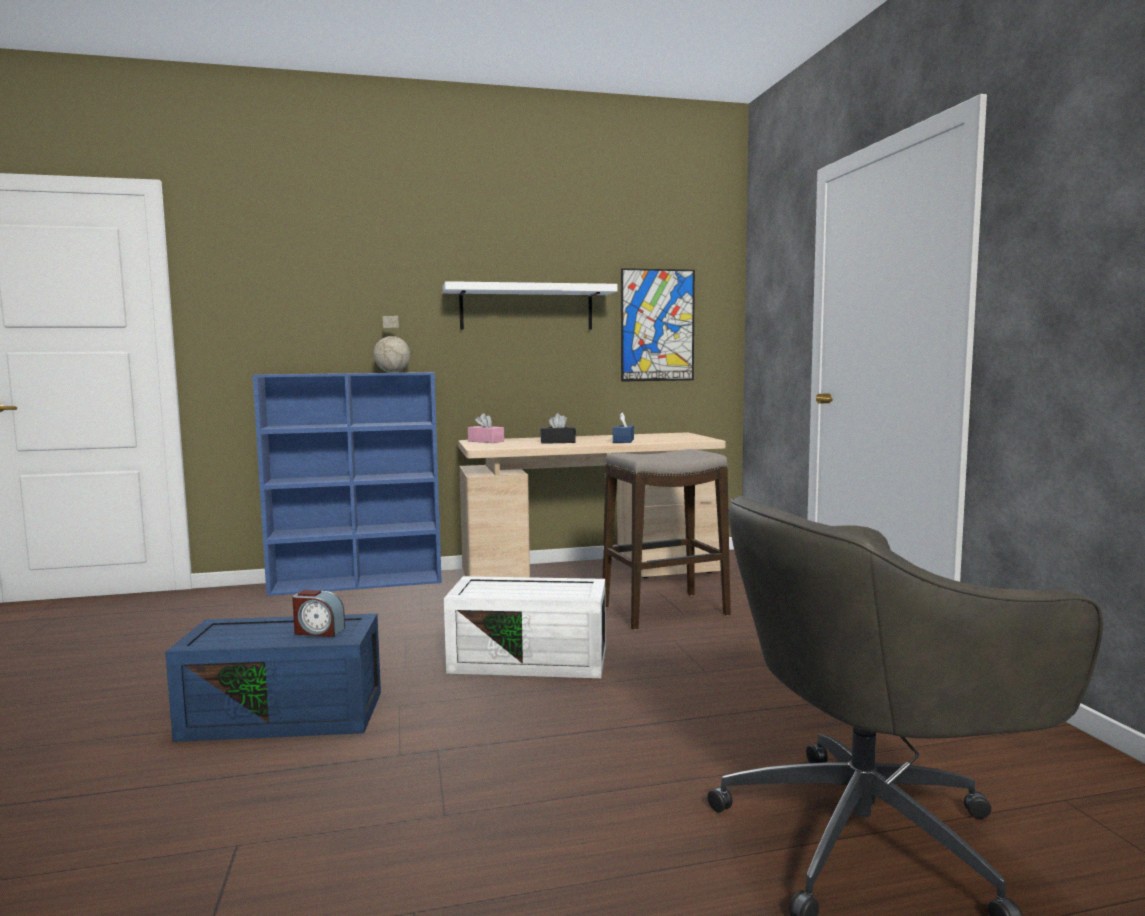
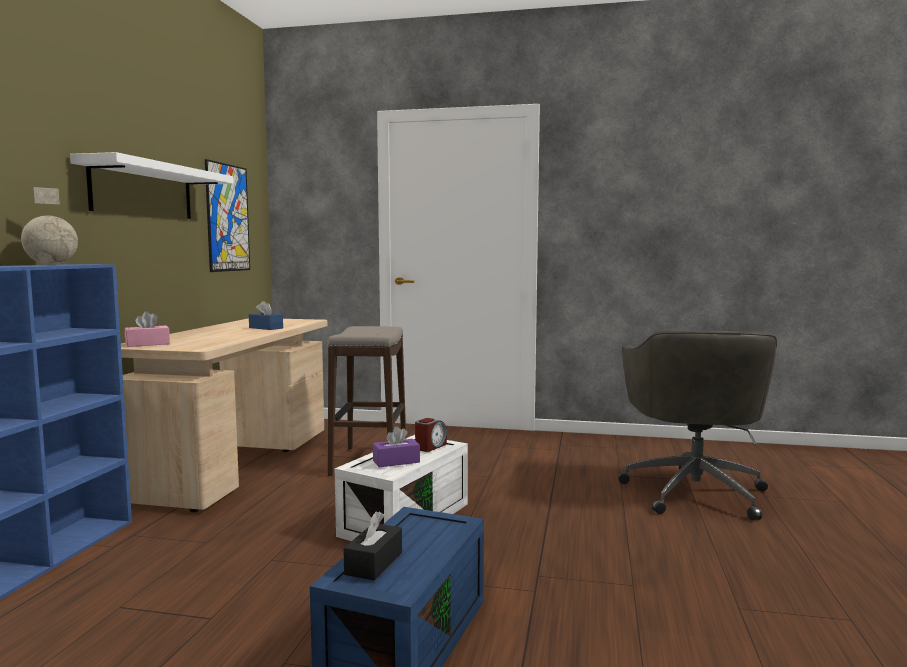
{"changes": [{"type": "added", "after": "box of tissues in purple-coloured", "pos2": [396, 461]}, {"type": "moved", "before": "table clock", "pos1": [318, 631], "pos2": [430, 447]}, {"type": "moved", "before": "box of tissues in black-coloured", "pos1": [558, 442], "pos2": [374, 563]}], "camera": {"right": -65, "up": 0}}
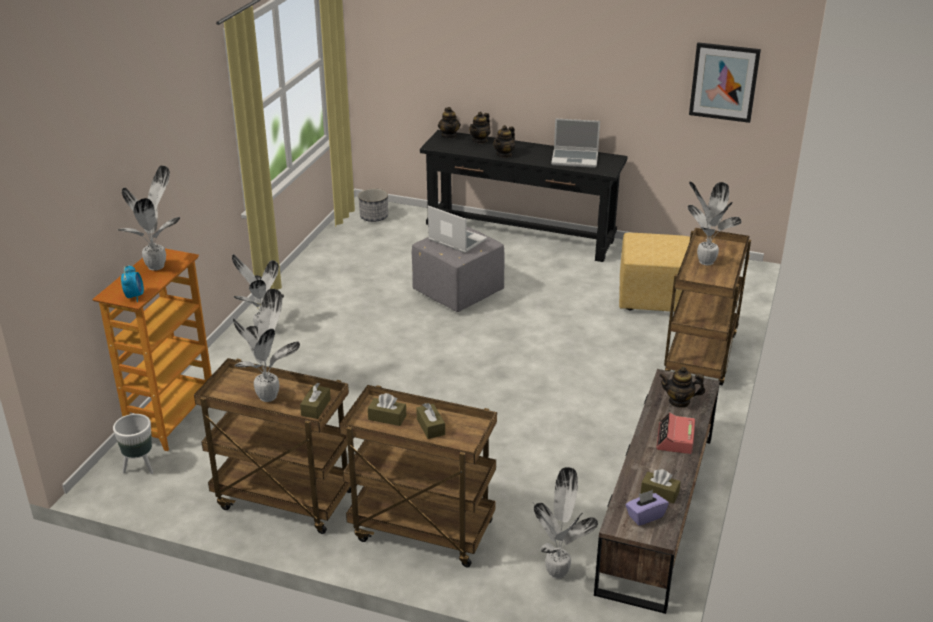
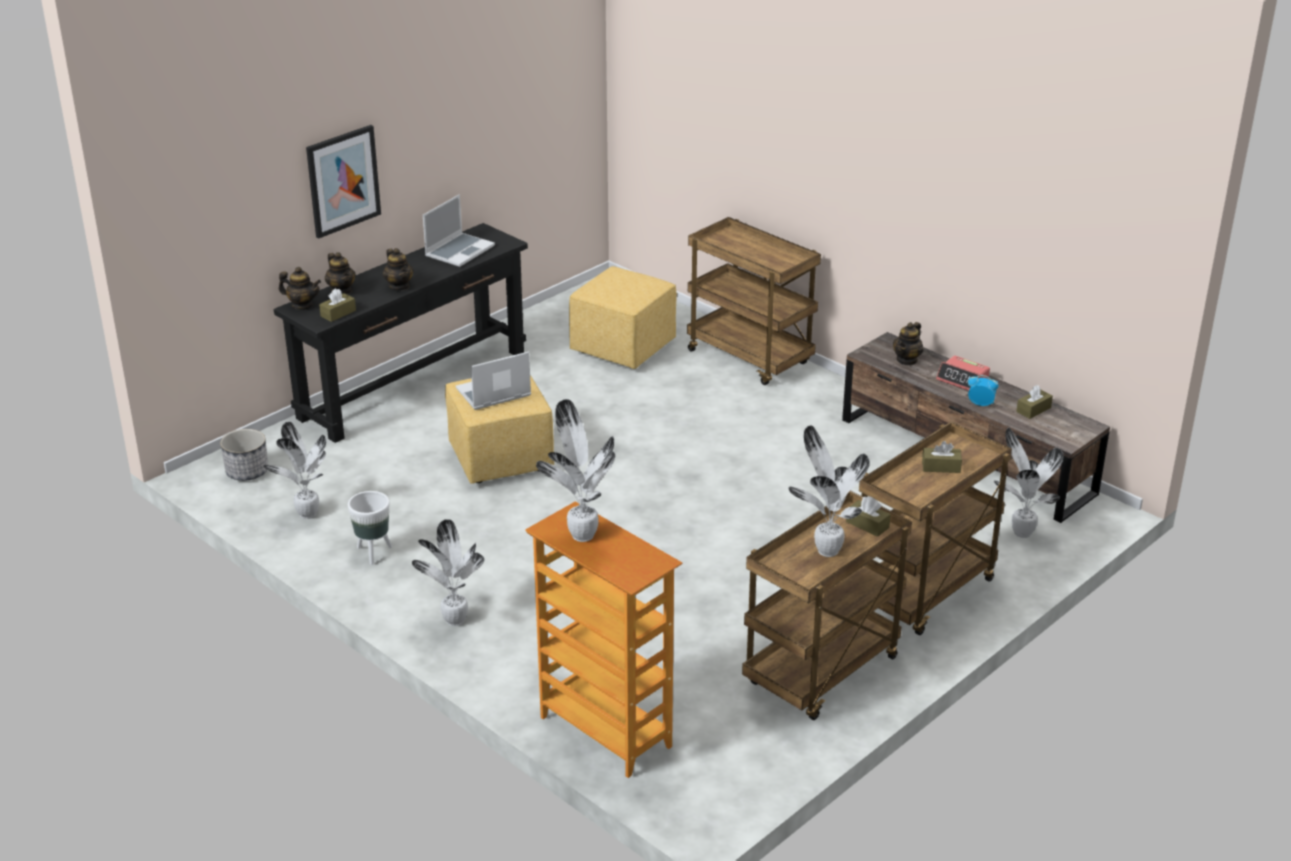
{"changes": [{"type": "removed", "before": "box of tissues in purple-coloured", "pos1": [645, 516]}, {"type": "moved", "before": "plant pot in white", "pos1": [140, 468], "pos2": [374, 553]}, {"type": "moved", "before": "table clock", "pos1": [134, 296], "pos2": [981, 404]}, {"type": "moved", "before": "box of tissues in brownish", "pos1": [387, 417], "pos2": [338, 313]}, {"type": "moved", "before": "houseplant", "pos1": [704, 262], "pos2": [306, 515]}, {"type": "moved", "before": "picture", "pos1": [724, 82], "pos2": [343, 180]}, {"type": "recoloured", "before": "footrest in grey", "after": "footrest in yellow-coloured", "pos1": [457, 292], "pos2": [499, 459]}], "camera": {"right": -65, "up": 0}}
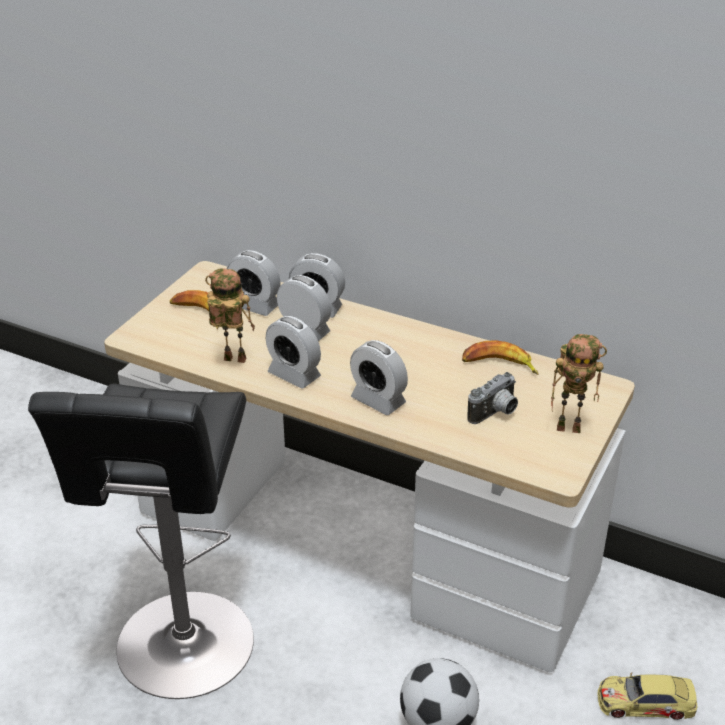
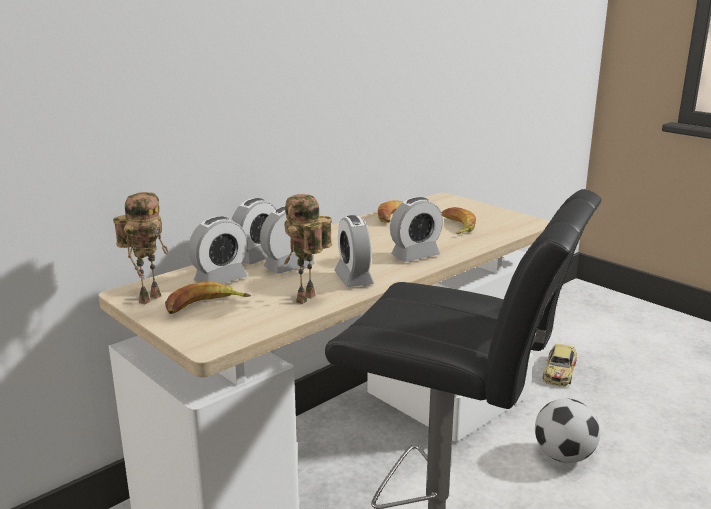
{"changes": [{"type": "moved", "before": "toy robot", "pos1": [570, 427], "pos2": [149, 298]}, {"type": "replaced", "before": "still camera", "after": "banana fruit", "pos1": [496, 414], "pos2": [456, 226]}, {"type": "turned", "before": "table clock", "pos1": [294, 375], "pos2": [354, 278], "turn": 105}], "camera": {"right": -70, "up": -15}}
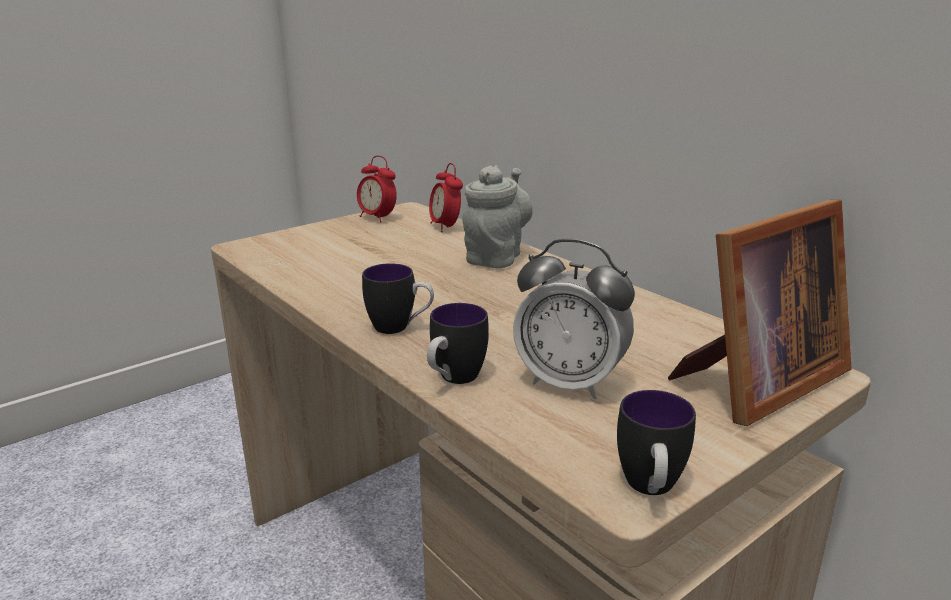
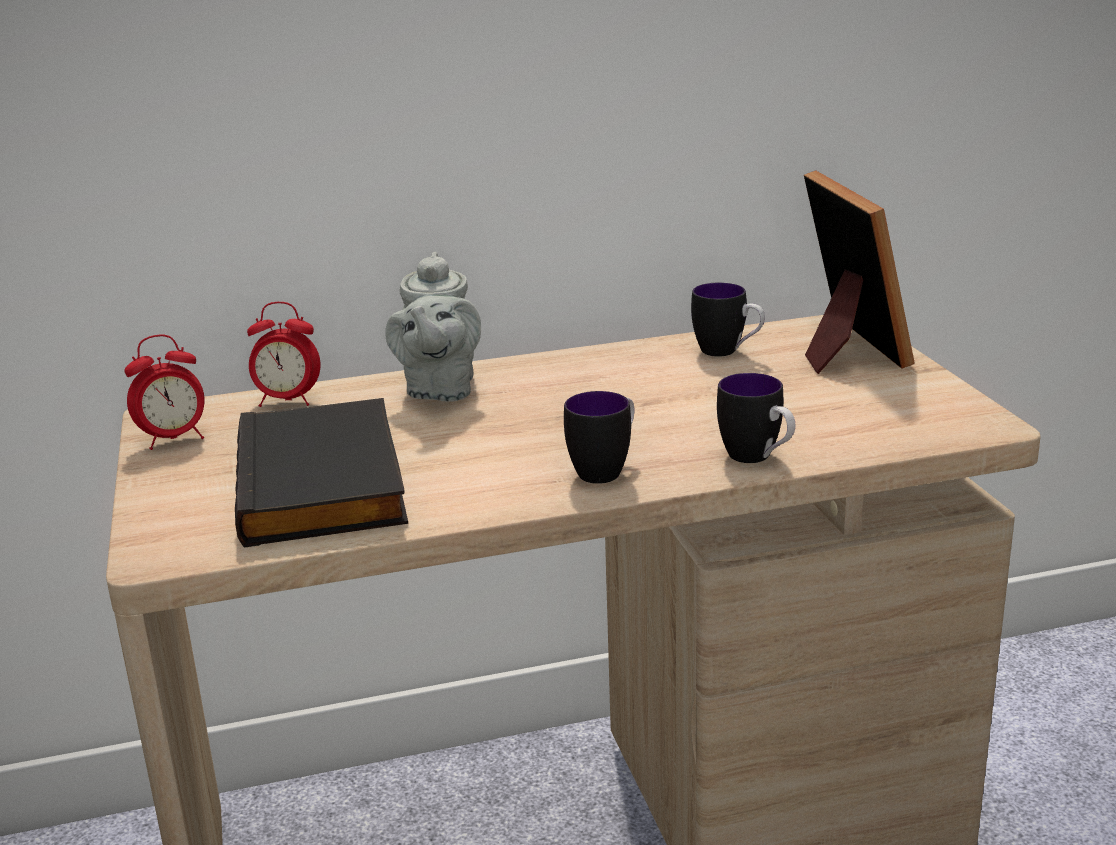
{"changes": [{"type": "removed", "before": "table clock", "pos1": [570, 383]}, {"type": "added", "after": "bound book in black-coloured", "pos2": [326, 483]}, {"type": "moved", "before": "tea mug", "pos1": [650, 490], "pos2": [728, 352]}, {"type": "turned", "before": "tea pot in grey", "pos1": [496, 256], "pos2": [439, 390], "turn": -135}], "camera": {"right": -65, "up": 0}}
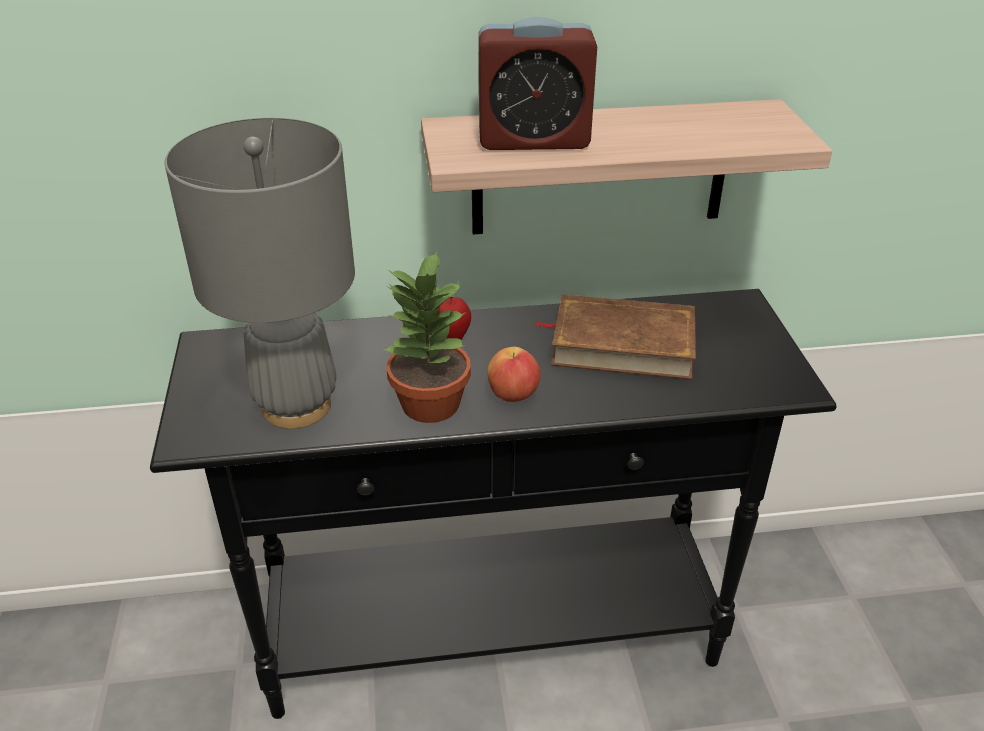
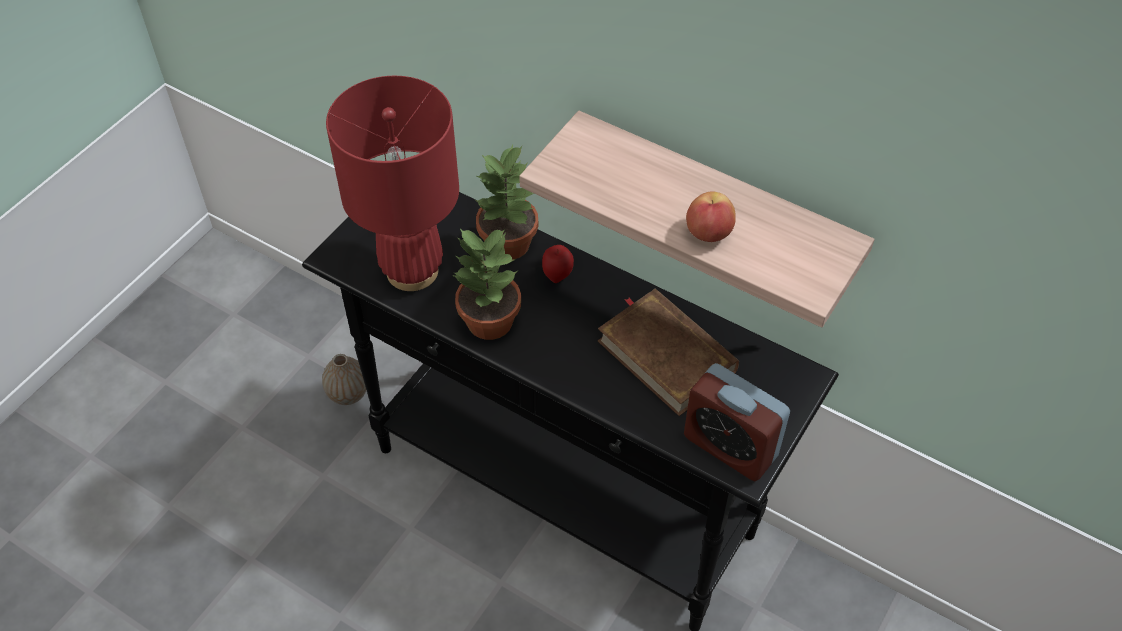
{"changes": [{"type": "added", "after": "flower vase", "pos2": [348, 394]}, {"type": "added", "after": "houseplant", "pos2": [509, 244]}, {"type": "moved", "before": "table clock", "pos1": [533, 140], "pos2": [730, 446]}, {"type": "moved", "before": "apple", "pos1": [513, 395], "pos2": [708, 233]}, {"type": "recoloured", "before": "tabletop lamp in grey", "after": "tabletop lamp in red", "pos1": [296, 406], "pos2": [412, 271]}], "camera": {"right": 40, "up": 15}}
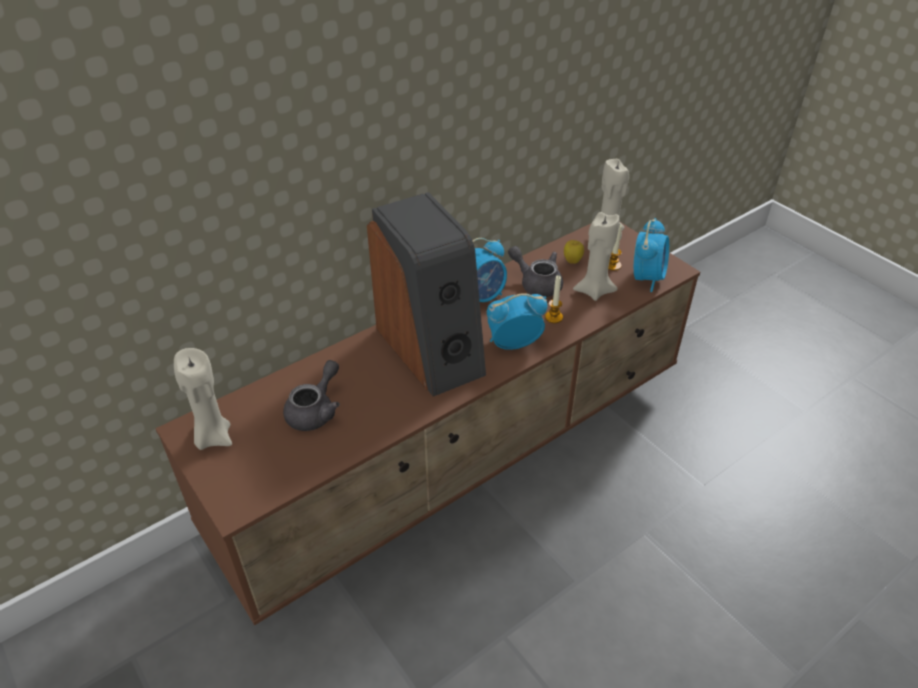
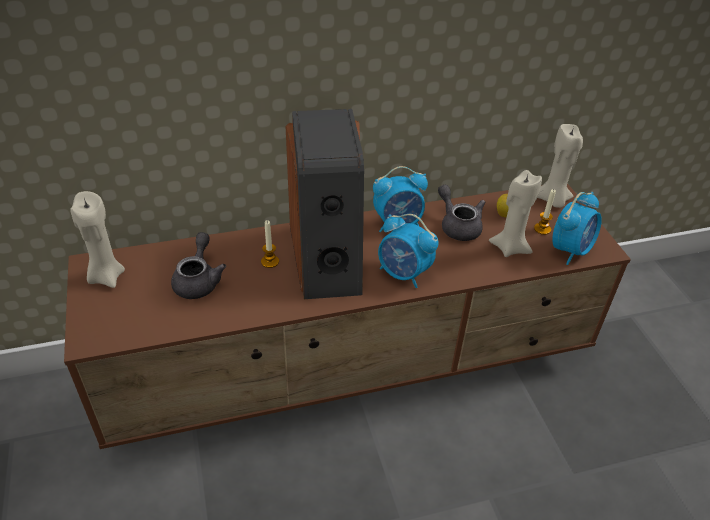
{"changes": [{"type": "moved", "before": "candle", "pos1": [553, 317], "pos2": [270, 262]}, {"type": "turned", "before": "tea pot in grey", "pos1": [316, 410], "pos2": [199, 280], "turn": -45}, {"type": "turned", "before": "table clock", "pos1": [513, 343], "pos2": [403, 274], "turn": -150}], "camera": {"right": 20, "up": 0}}
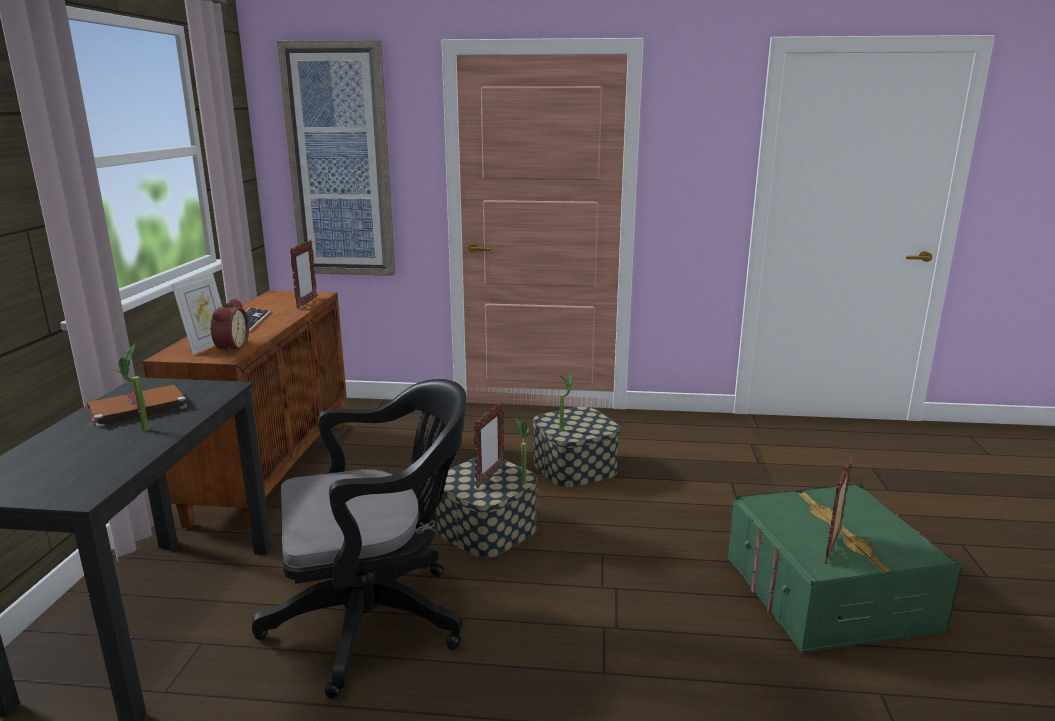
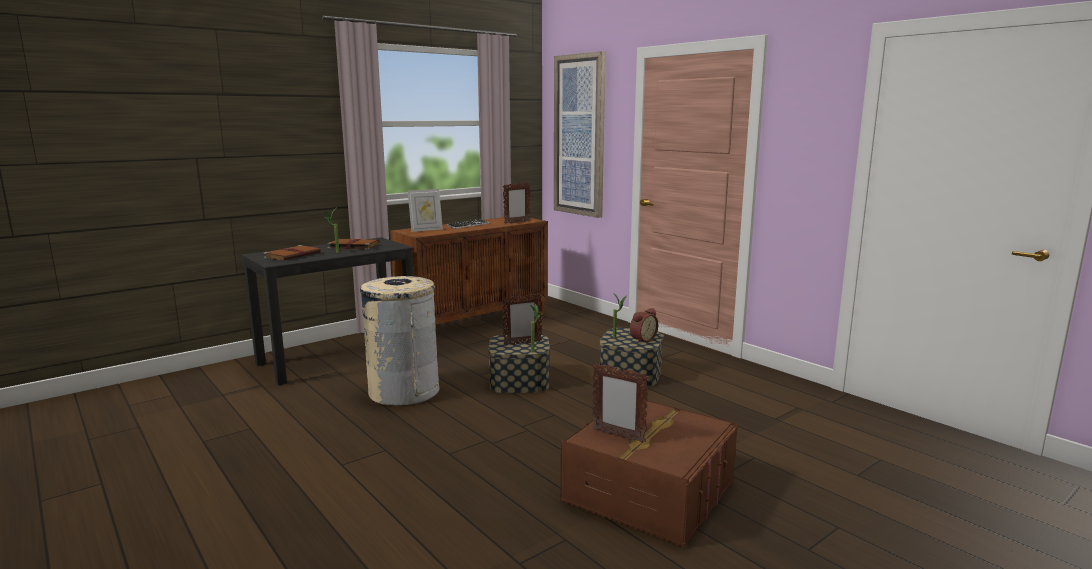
{"changes": [{"type": "added", "after": "bound book in brownish", "pos2": [293, 255]}, {"type": "moved", "before": "table clock", "pos1": [230, 348], "pos2": [642, 339]}, {"type": "replaced", "before": "computer chair in black-coloured", "after": "rubbish bin in beige-coloured", "pos1": [377, 619], "pos2": [404, 391]}, {"type": "recoloured", "before": "storage container in green", "after": "storage container in brownish", "pos1": [829, 593], "pos2": [649, 492]}, {"type": "turned", "before": "photo frame", "pos1": [833, 547], "pos2": [618, 436], "turn": -135}], "camera": {"right": 45, "up": -5}}
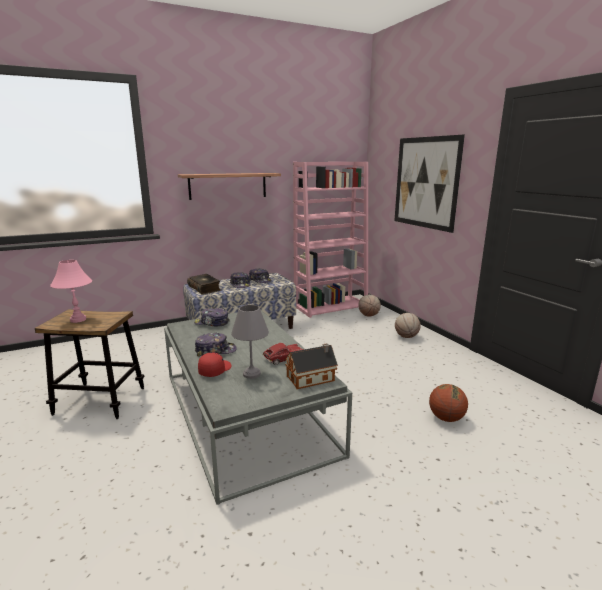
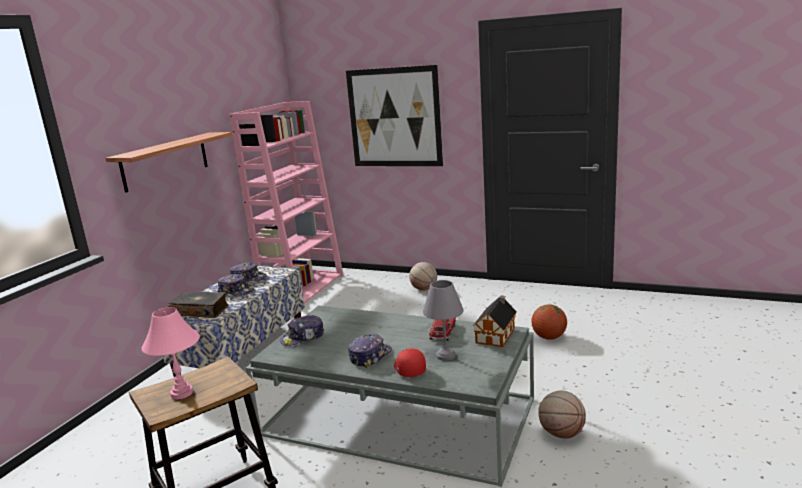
{"changes": [{"type": "moved", "before": "basketball", "pos1": [368, 315], "pos2": [561, 433]}], "camera": {"right": -40, "up": 0}}
